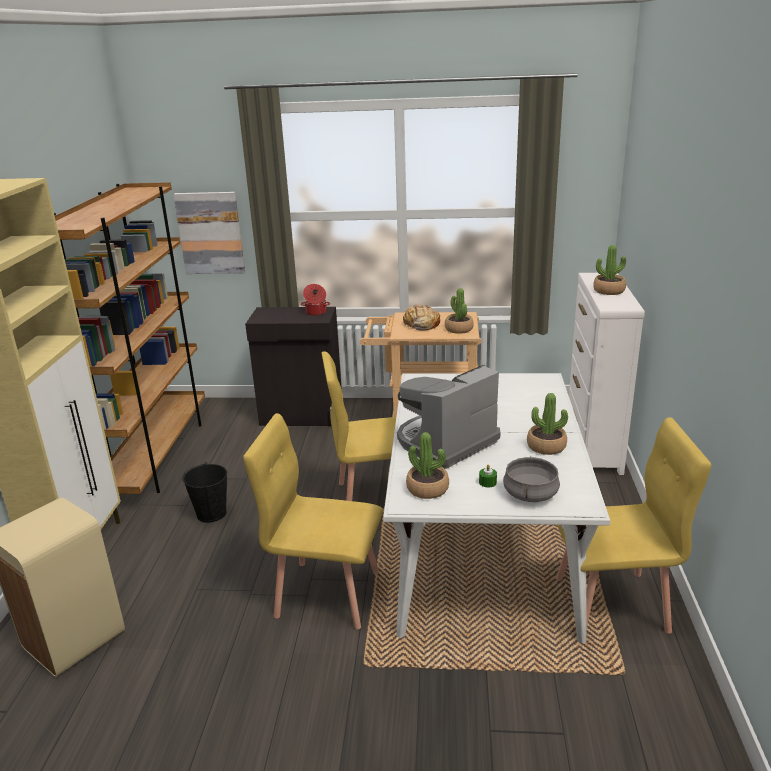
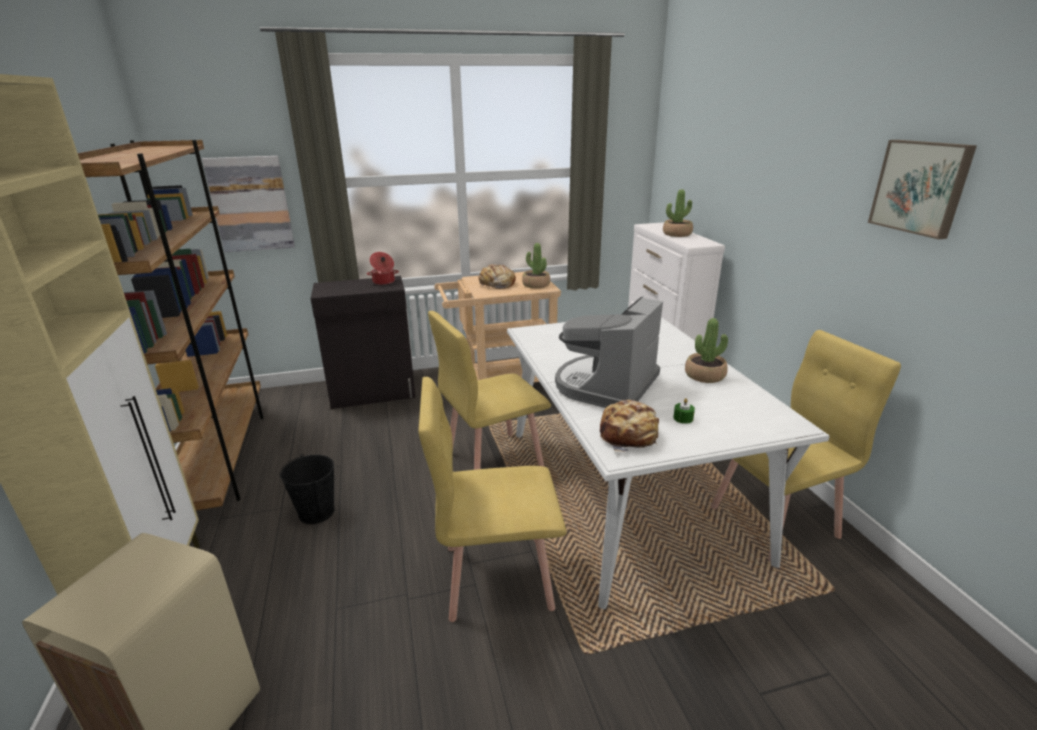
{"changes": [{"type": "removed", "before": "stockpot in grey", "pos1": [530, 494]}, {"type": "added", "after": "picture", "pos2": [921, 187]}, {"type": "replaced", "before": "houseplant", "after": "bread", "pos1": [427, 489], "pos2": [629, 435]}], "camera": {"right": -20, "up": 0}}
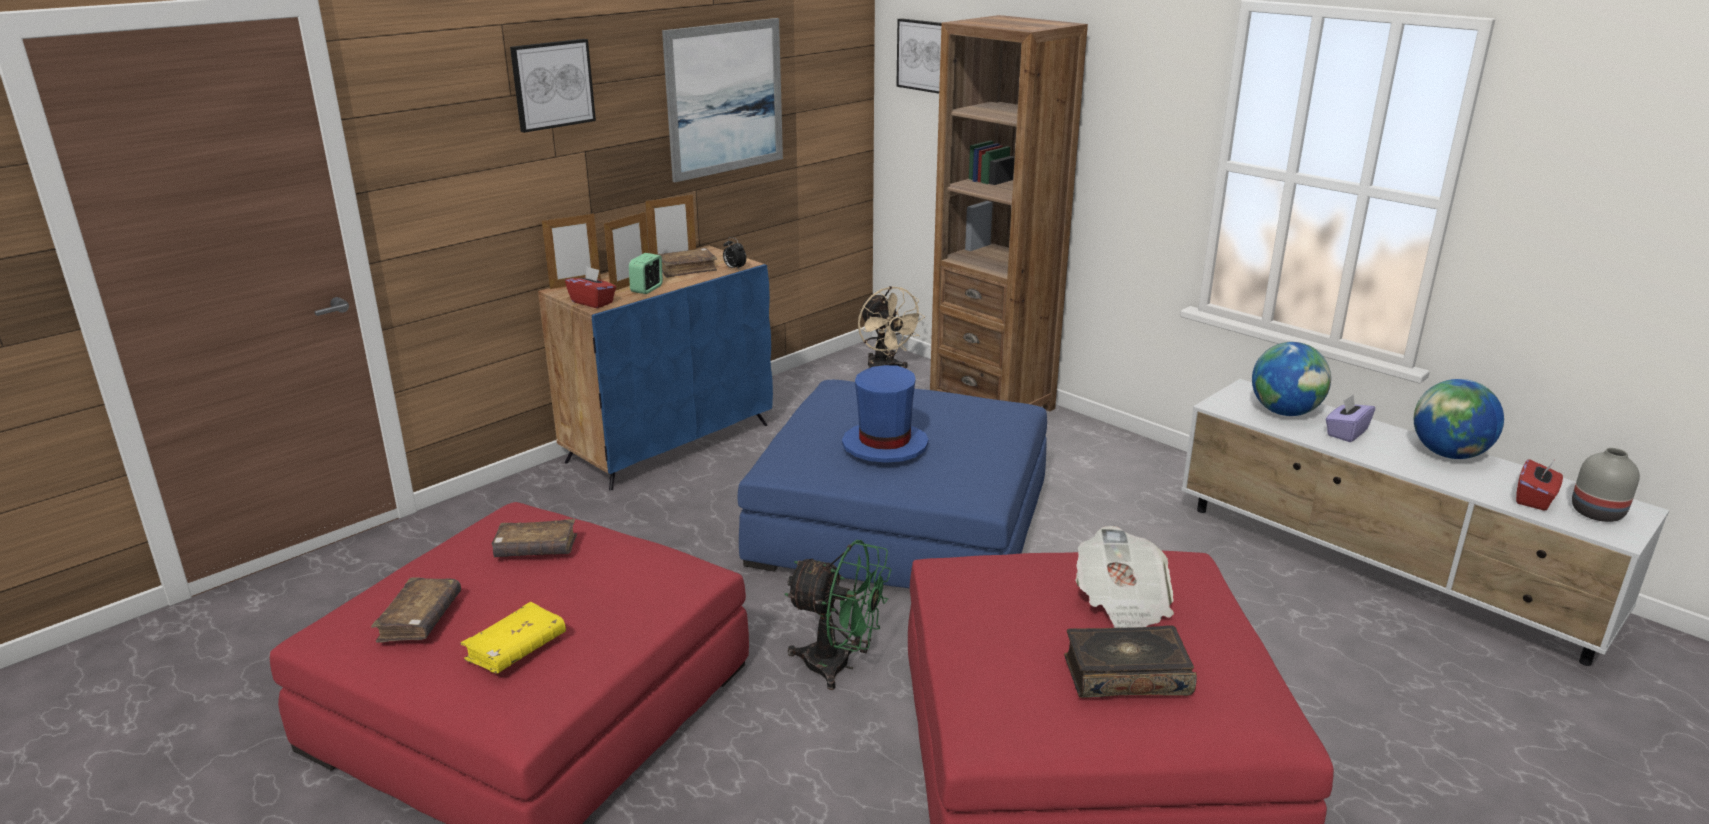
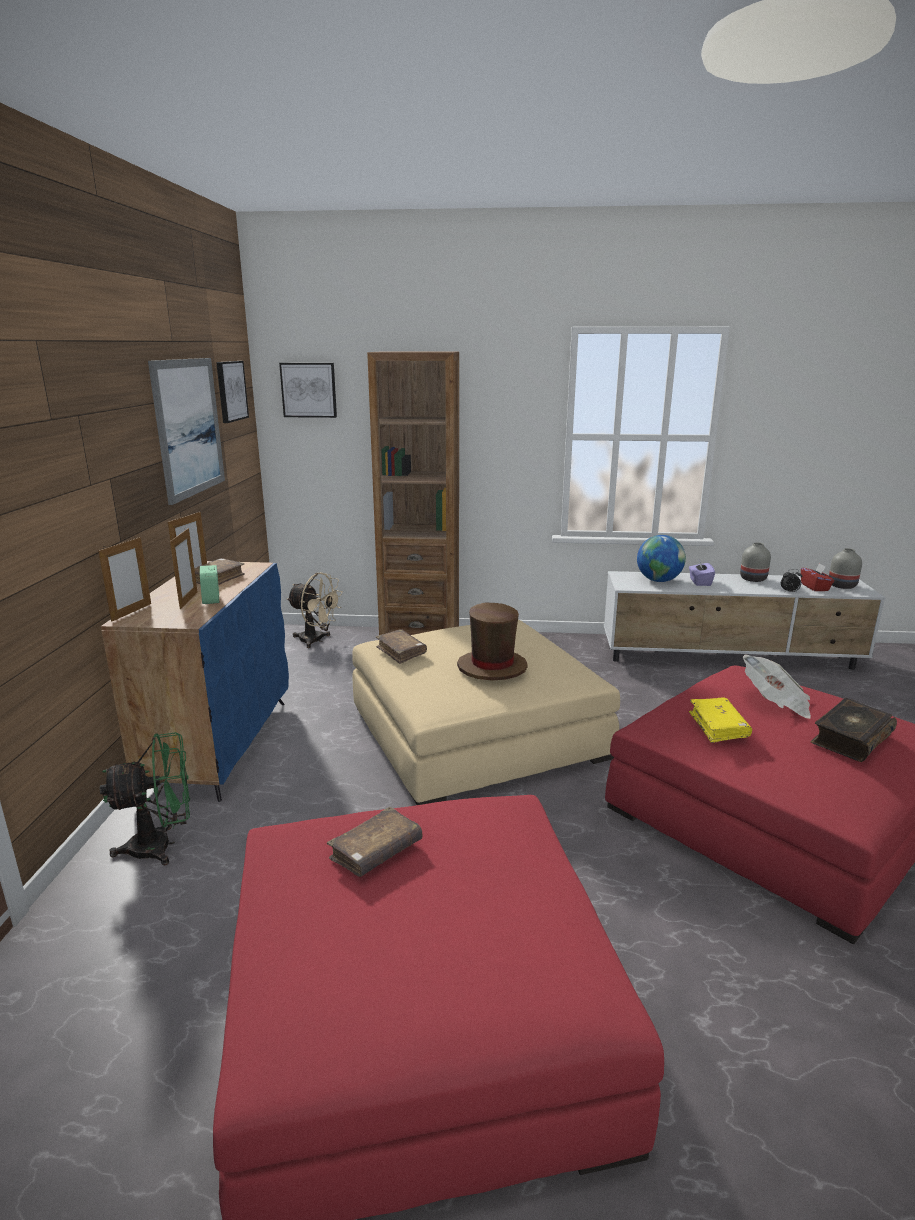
{"changes": [{"type": "removed", "before": "box of tissues in red", "pos1": [592, 302]}, {"type": "moved", "before": "bound book in brownish", "pos1": [420, 619], "pos2": [401, 652]}, {"type": "moved", "before": "bound book in yellow-coloured", "pos1": [516, 649], "pos2": [718, 726]}, {"type": "moved", "before": "picture", "pos1": [552, 84], "pos2": [230, 391]}, {"type": "moved", "before": "table clock", "pos1": [734, 268], "pos2": [789, 592]}, {"type": "moved", "before": "electric fan in green", "pos1": [839, 666], "pos2": [162, 845]}, {"type": "replaced", "before": "desk globe", "after": "flower vase in grey", "pos1": [1448, 454], "pos2": [752, 579]}, {"type": "recoloured", "before": "footrest in bluish", "after": "footrest in beige-coloured", "pos1": [901, 523], "pos2": [476, 732]}, {"type": "recoloured", "before": "hat in bluish", "after": "hat in brownish", "pos1": [885, 445], "pos2": [491, 667]}], "camera": {"right": -40, "up": -5}}
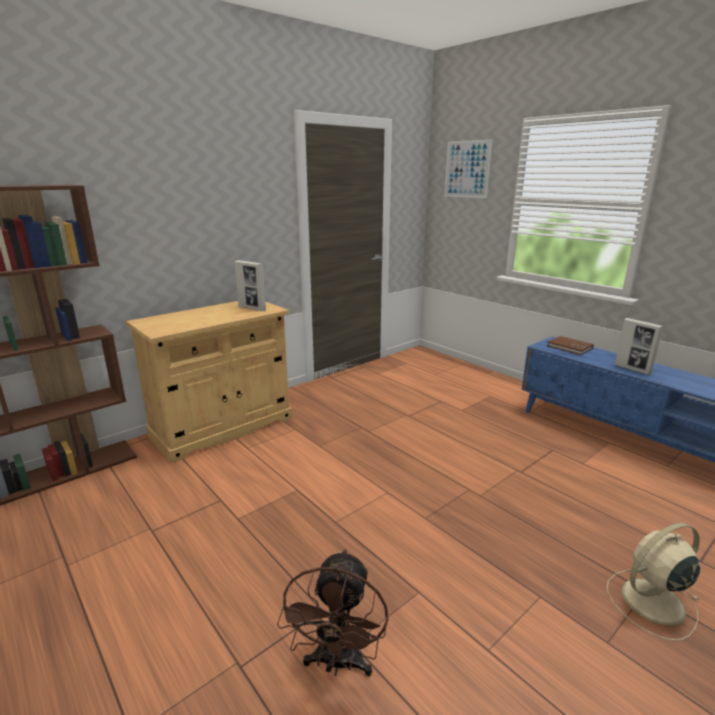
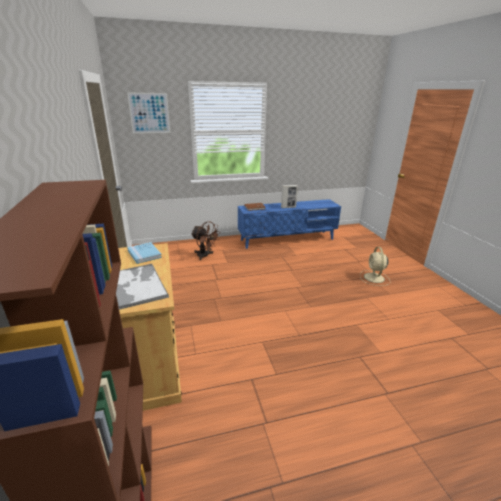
{"changes": [{"type": "added", "after": "serving tray", "pos2": [137, 285]}, {"type": "moved", "before": "electric fan in brownish", "pos1": [338, 663], "pos2": [205, 256]}, {"type": "replaced", "before": "photo frame", "after": "bound book in bluish", "pos1": [252, 308], "pos2": [144, 254]}], "camera": {"right": -65, "up": 5}}
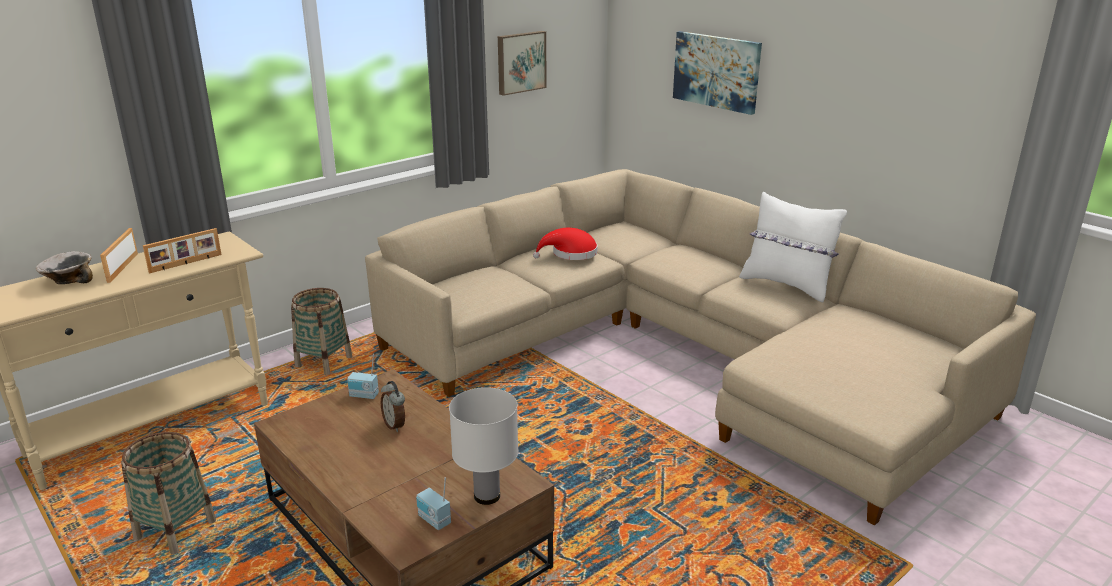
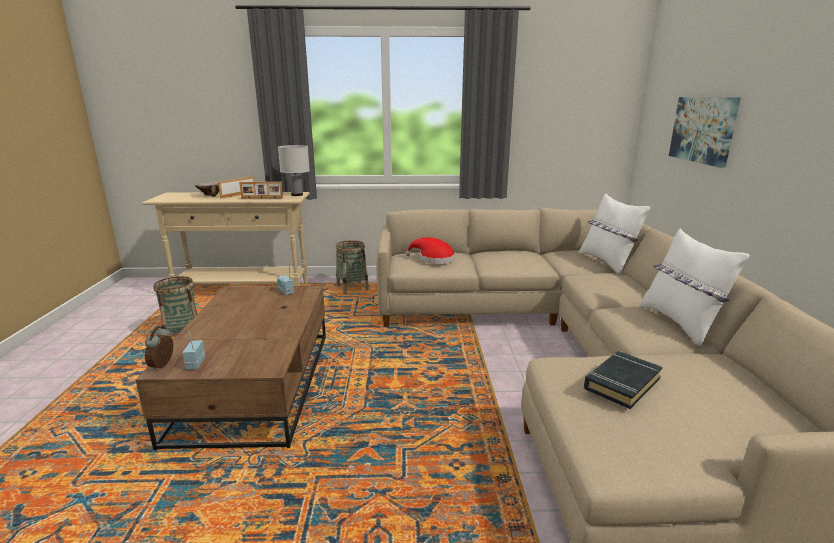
{"changes": [{"type": "removed", "before": "picture", "pos1": [520, 62]}, {"type": "added", "after": "pillow in white", "pos2": [607, 262]}, {"type": "added", "after": "bound book in black-coloured", "pos2": [621, 383]}, {"type": "moved", "before": "table clock", "pos1": [395, 425], "pos2": [163, 365]}, {"type": "moved", "before": "tabletop lamp in white", "pos1": [486, 496], "pos2": [296, 194]}, {"type": "moved", "before": "hat in red", "pos1": [570, 254], "pos2": [433, 259]}], "camera": {"right": 40, "up": -5}}
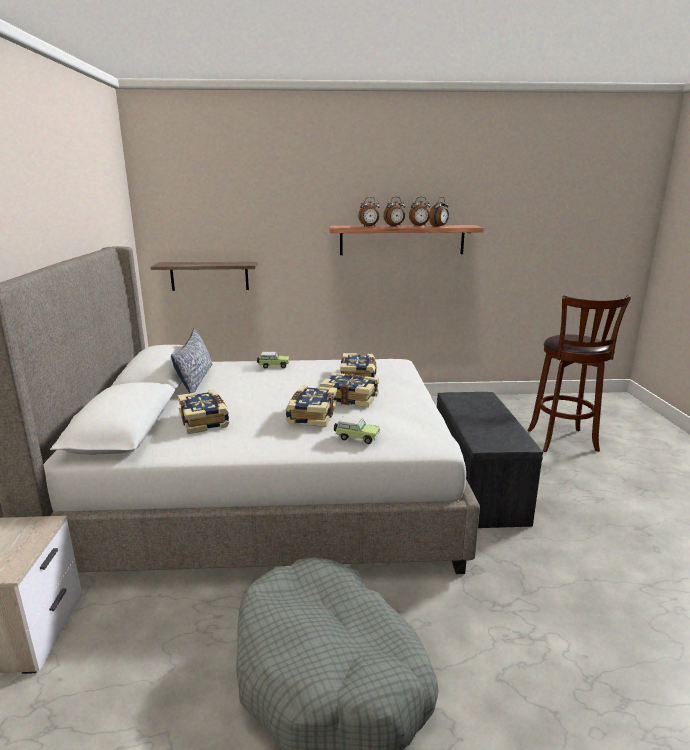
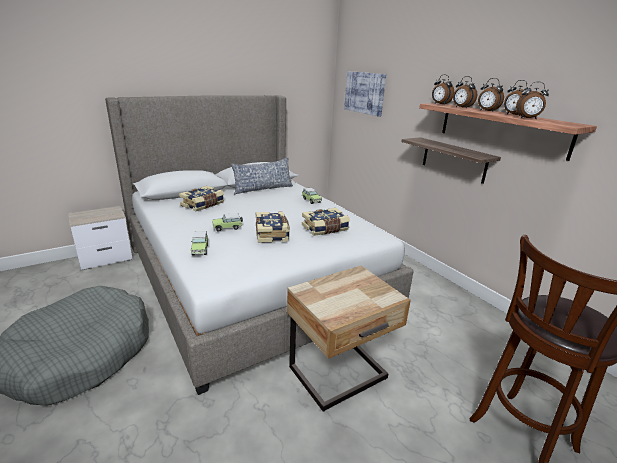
{"changes": [{"type": "added", "after": "picture", "pos2": [364, 93]}, {"type": "added", "after": "table clock", "pos2": [440, 104]}, {"type": "moved", "before": "wall shelf", "pos1": [209, 276], "pos2": [454, 160]}, {"type": "replaced", "before": "bound book", "after": "model car", "pos1": [311, 415], "pos2": [228, 228]}, {"type": "replaced", "before": "long seat in grey", "after": "bedside table in beige-coloured", "pos1": [475, 486], "pos2": [340, 375]}], "camera": {"right": 60, "up": 5}}
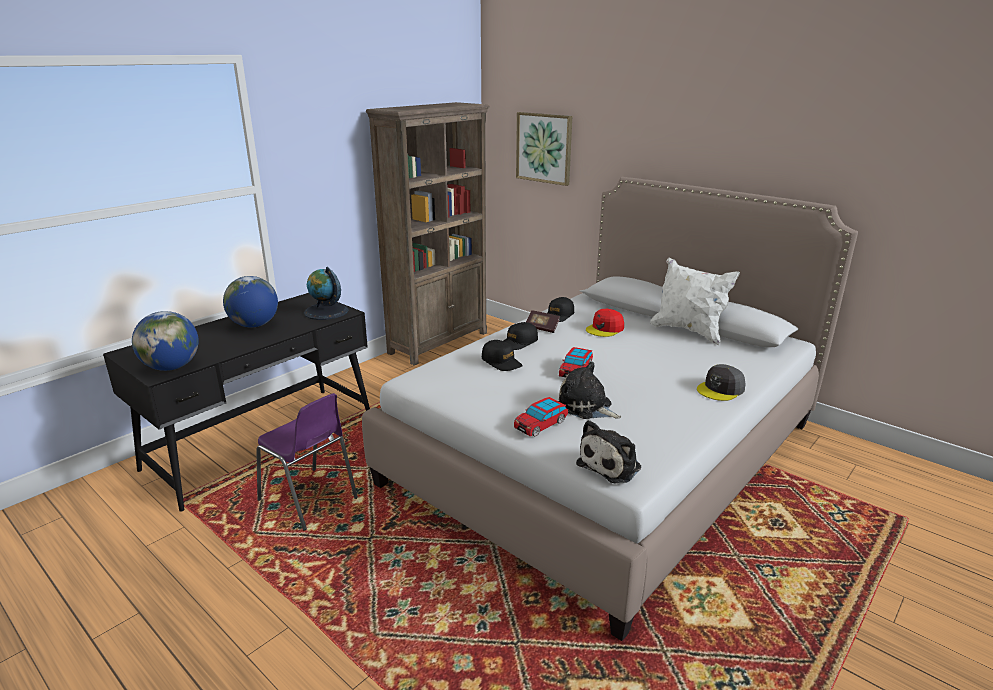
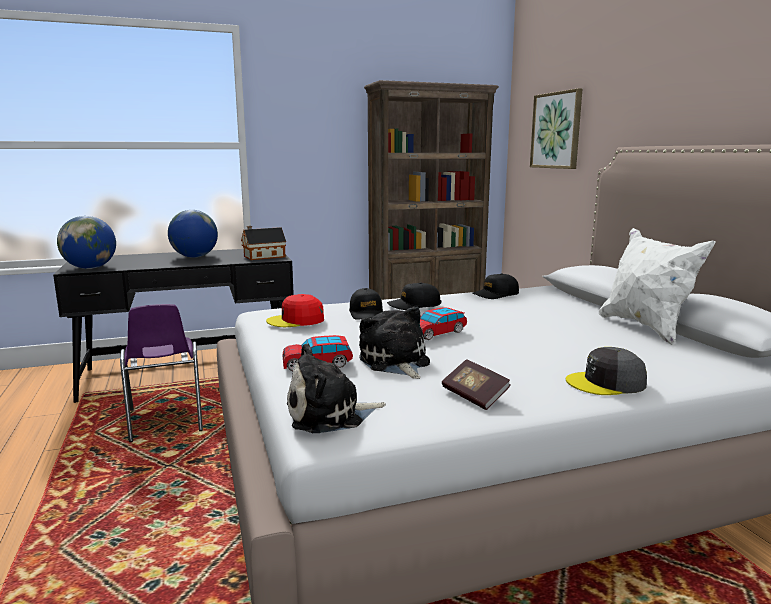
{"changes": [{"type": "moved", "before": "bound book", "pos1": [542, 328], "pos2": [474, 396]}, {"type": "moved", "before": "baseball cap in red", "pos1": [605, 329], "pos2": [296, 320]}, {"type": "replaced", "before": "desk globe", "after": "toy house", "pos1": [326, 311], "pos2": [262, 257]}], "camera": {"right": 30, "up": -10}}
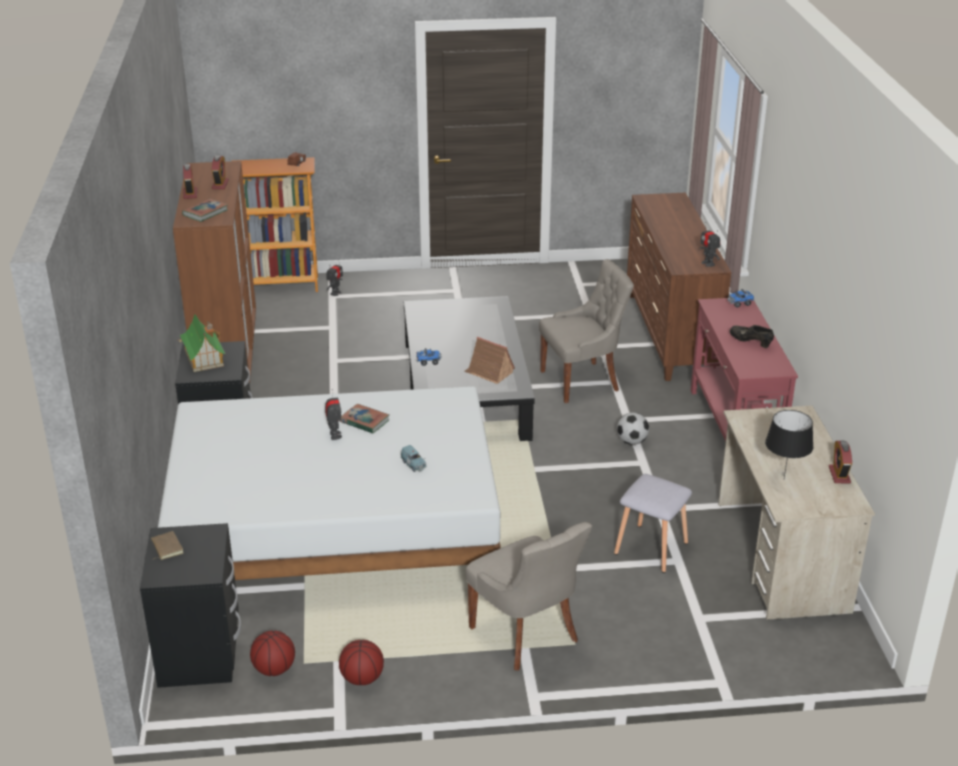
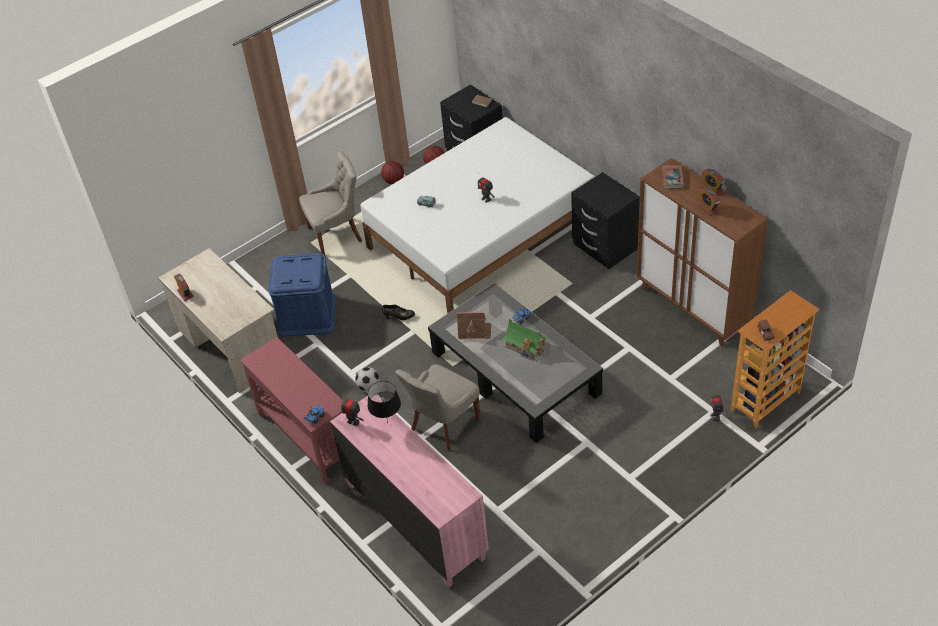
{"changes": [{"type": "removed", "before": "bound book", "pos1": [365, 421]}, {"type": "moved", "before": "toy house", "pos1": [203, 357], "pos2": [526, 346]}, {"type": "moved", "before": "shoe in black-coloured", "pos1": [750, 342], "pos2": [399, 317]}, {"type": "moved", "before": "tabletop lamp in black-coloured", "pos1": [784, 478], "pos2": [387, 423]}, {"type": "replaced", "before": "stool in grey", "after": "storage container in bluish", "pos1": [651, 547], "pos2": [307, 314]}, {"type": "recoloured", "before": "dresser in brownish", "after": "dresser in pink", "pos1": [669, 335], "pos2": [415, 520]}, {"type": "turned", "before": "plain chair in grey", "pos1": [526, 635], "pos2": [337, 235], "turn": 135}], "camera": {"right": 150, "up": 15}}
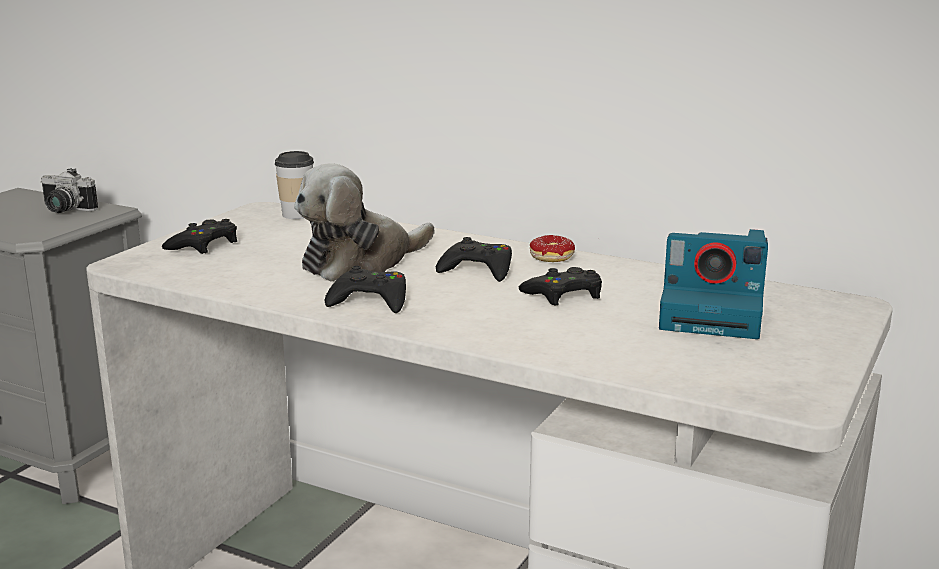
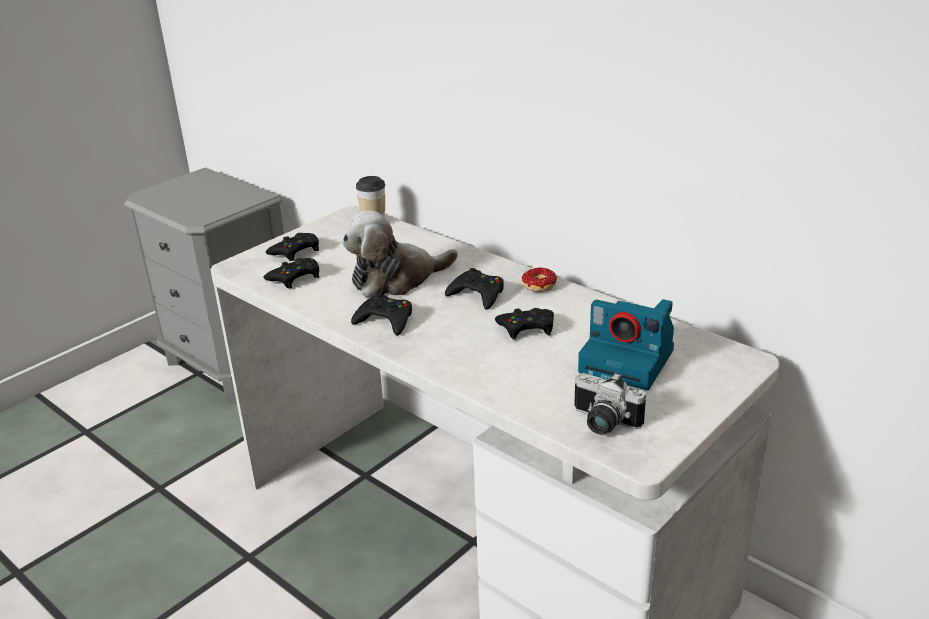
{"changes": [{"type": "added", "after": "game controller in black-coloured", "pos2": [295, 277]}, {"type": "moved", "before": "still camera", "pos1": [64, 210], "pos2": [602, 423]}], "camera": {"right": 15, "up": 10}}
